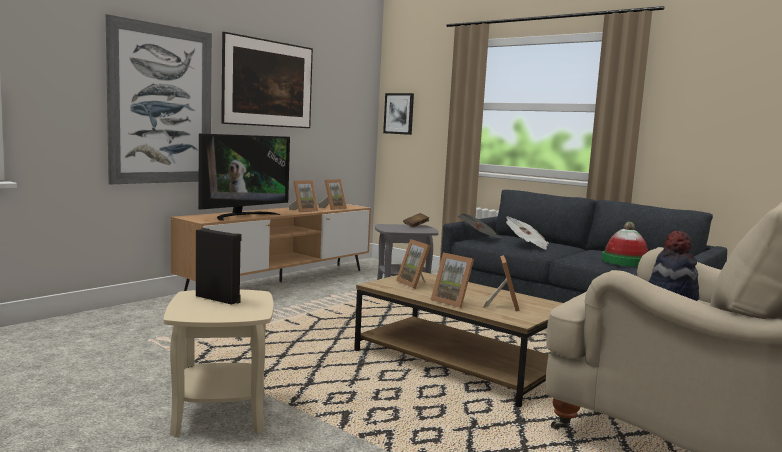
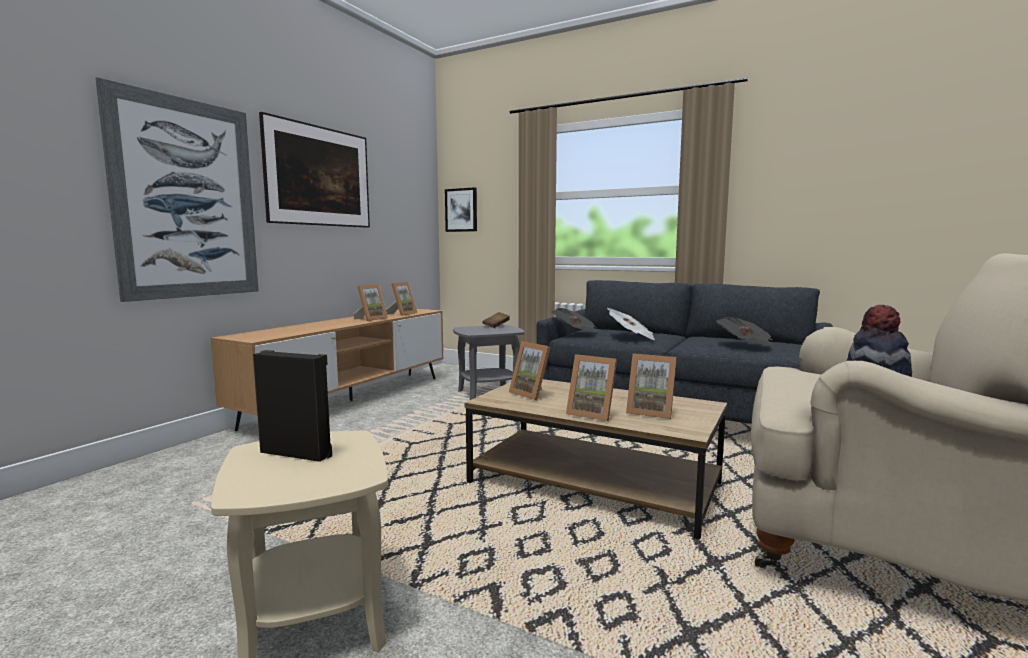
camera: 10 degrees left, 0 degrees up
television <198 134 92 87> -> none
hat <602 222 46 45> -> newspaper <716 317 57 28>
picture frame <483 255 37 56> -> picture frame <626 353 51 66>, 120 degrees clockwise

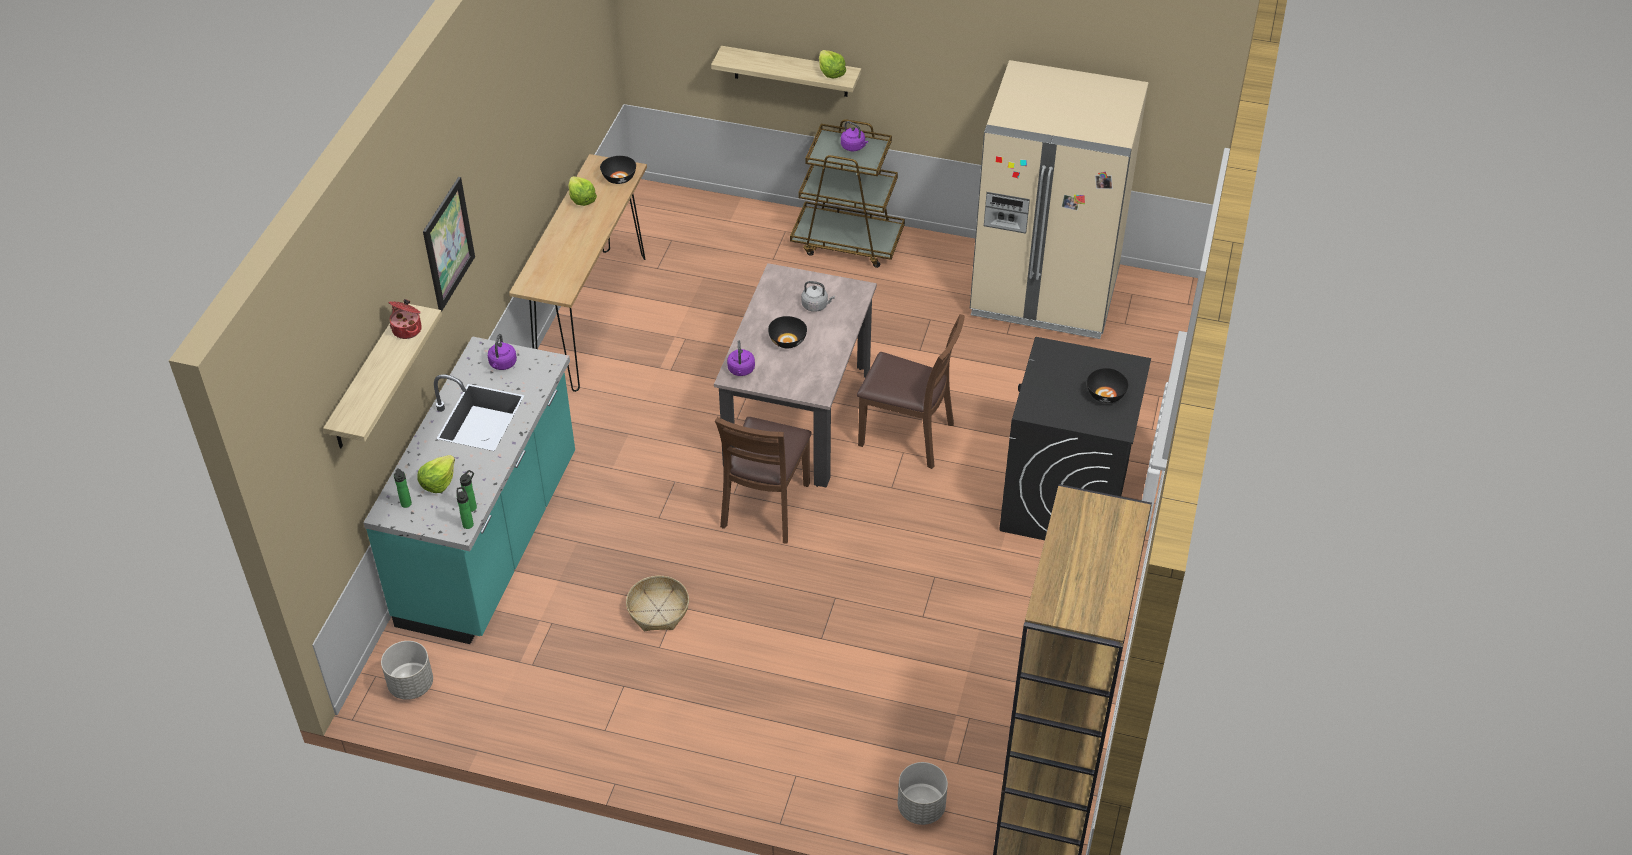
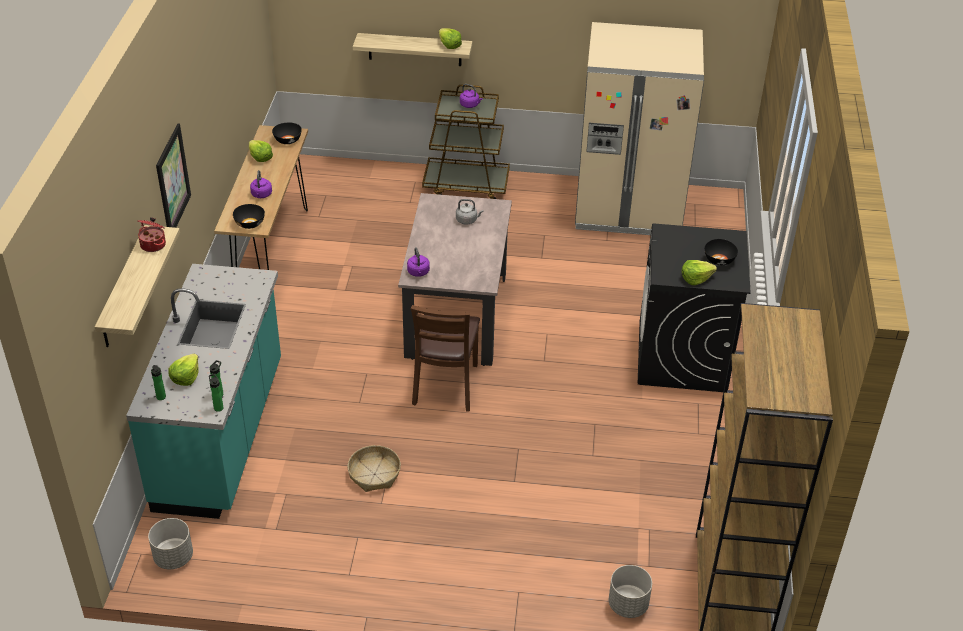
camera: 10 degrees left, 5 degrees down
chair (brown) <857 314 107 155> -> none
none -> lettuce <682 260 35 25>
kettle (purple) <488 334 29 36> -> kettle (purple) <250 170 22 28>, move
bowl (black) <768 316 39 32> -> bowl (black) <233 204 32 25>, move

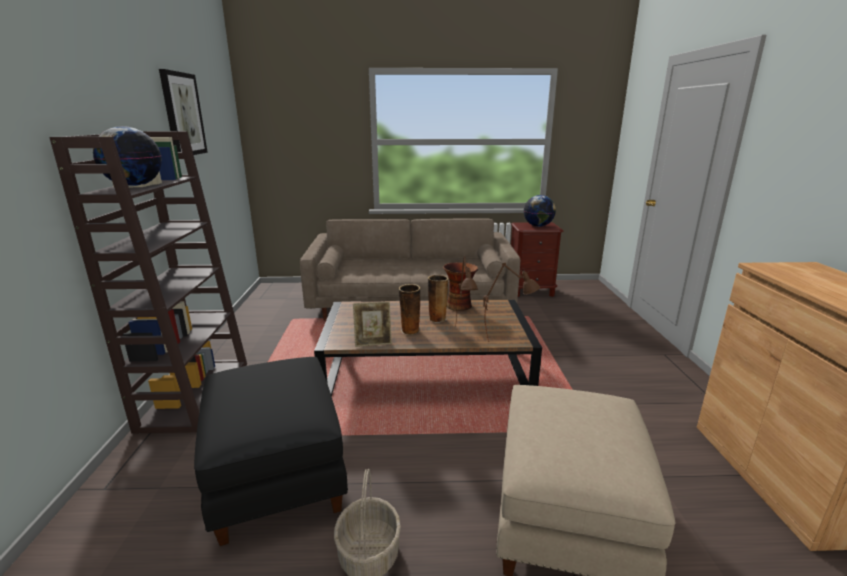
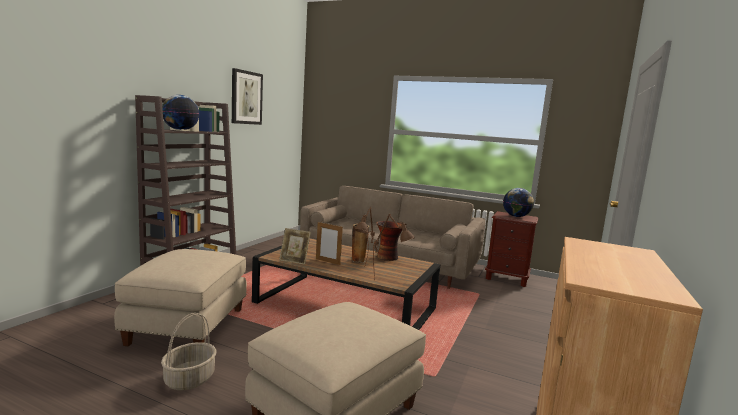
camera: 25 degrees right, 10 degrees down
vase <399 284 21 51> -> picture frame <316 222 27 43>
ottoman (black) <194 357 154 189> -> ottoman (beige) <114 249 133 97>

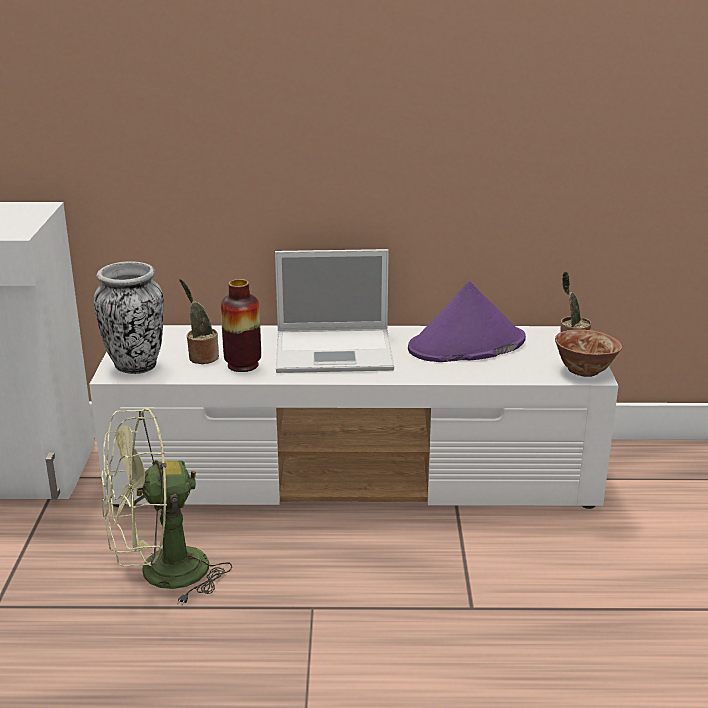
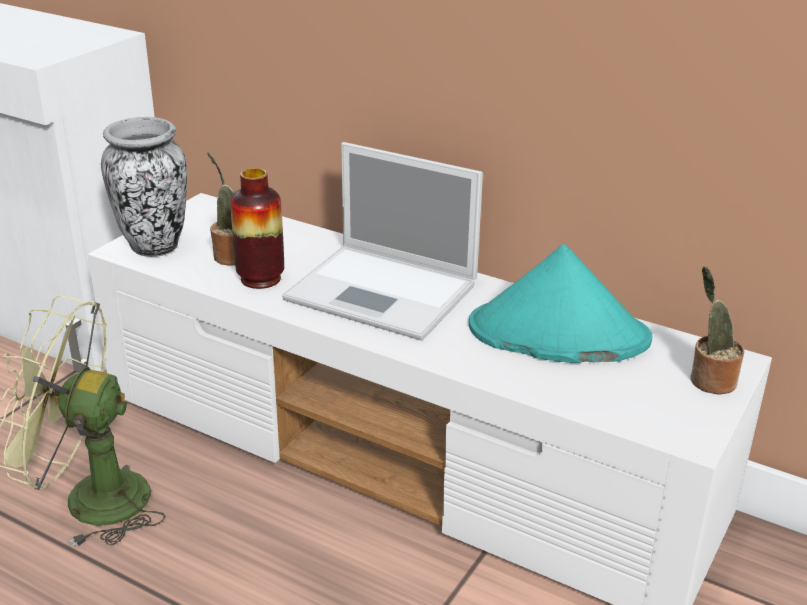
camera: 30 degrees right, 5 degrees up
bowl <555 329 67 48> -> none
hat (purple) <408 281 118 81> -> hat (turquoise) <469 244 184 119>

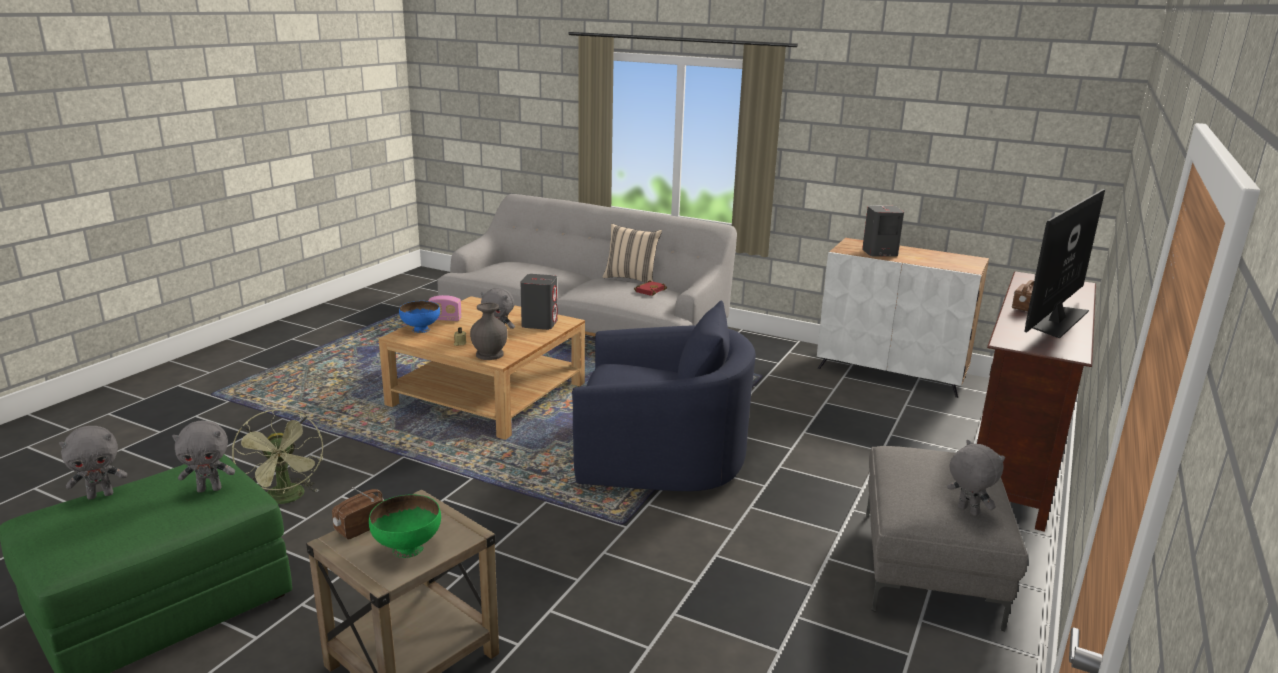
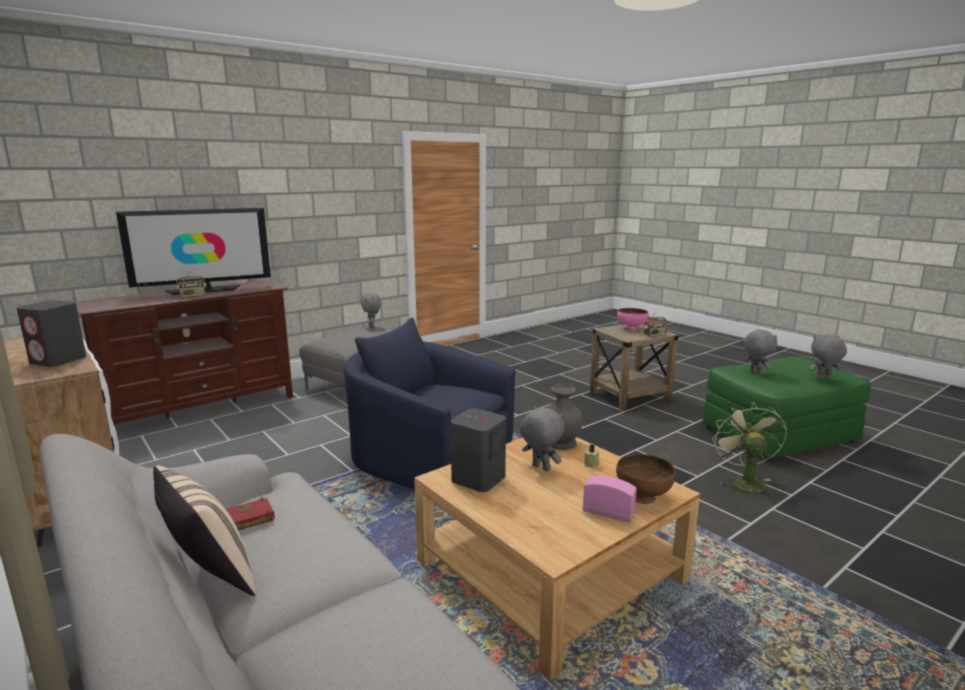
camera: 155 degrees left, 5 degrees down
bowl (green) <369 494 72 64> -> bowl (pink) <617 308 32 23>
bowl (blue) <399 301 41 32> -> bowl (brown) <616 454 59 50>
plush toy (grey) <172 421 63 72> -> plush toy (grey) <744 329 33 46>, 60 degrees clockwise

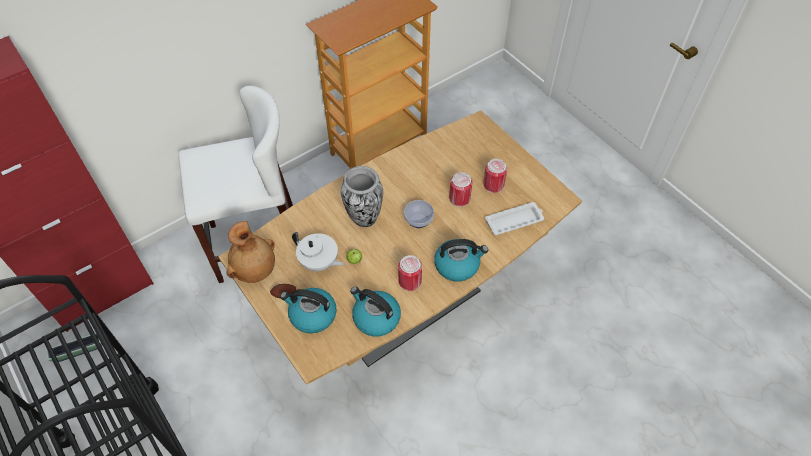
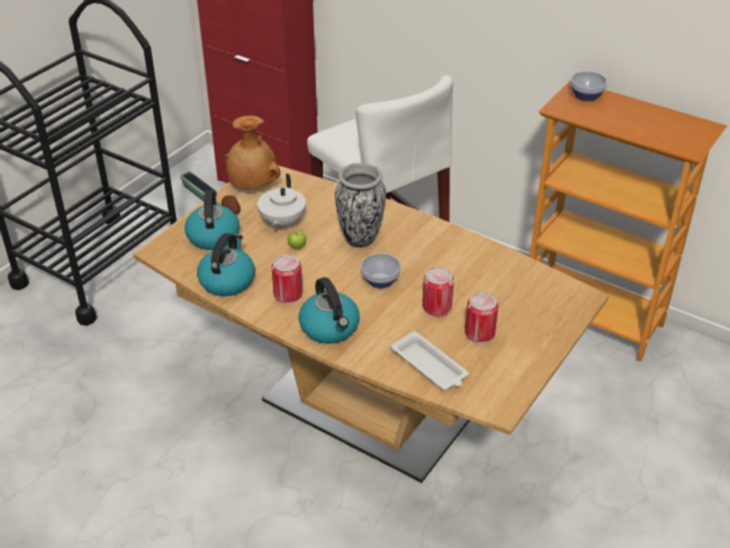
camera: 70 degrees right, 15 degrees down
none -> bowl <570 71 37 30>

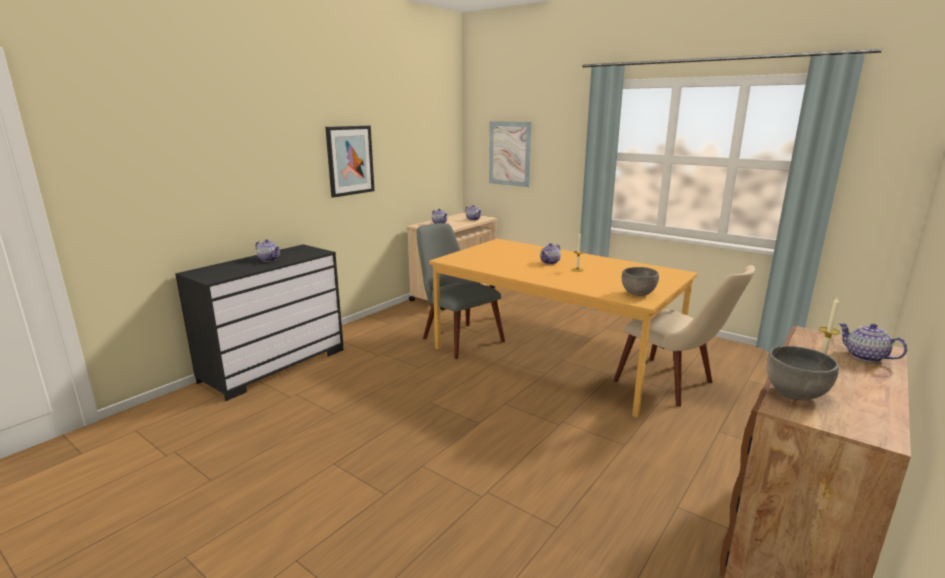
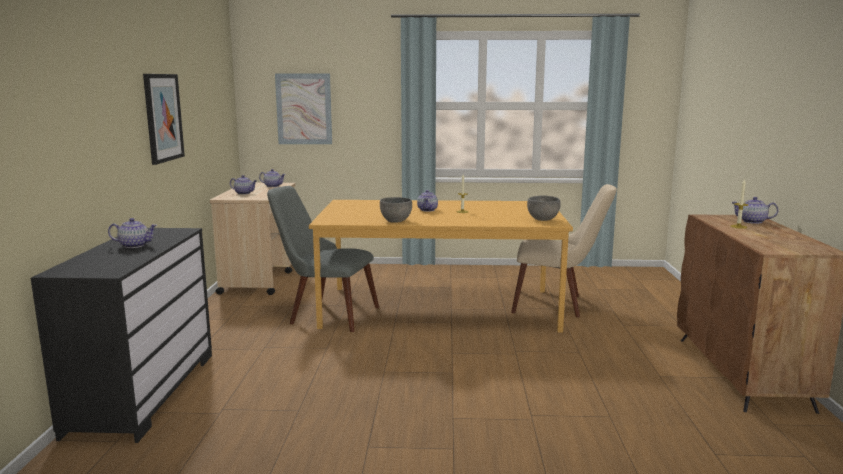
camera: 35 degrees left, 5 degrees down
bowl (grey) <767 346 72 54> -> bowl (grey) <380 197 32 26>, move

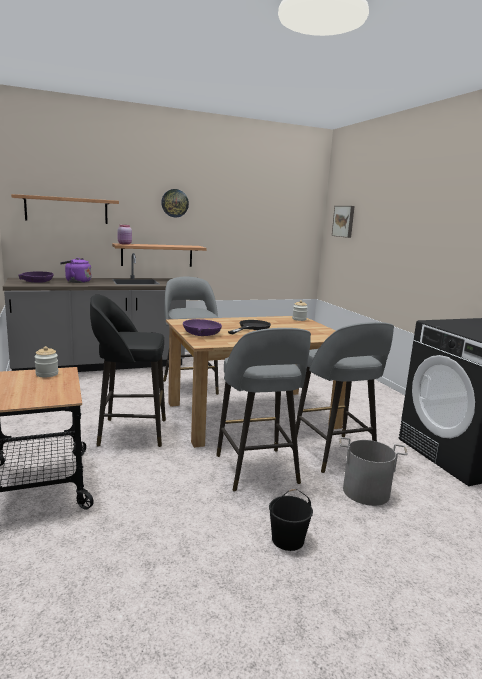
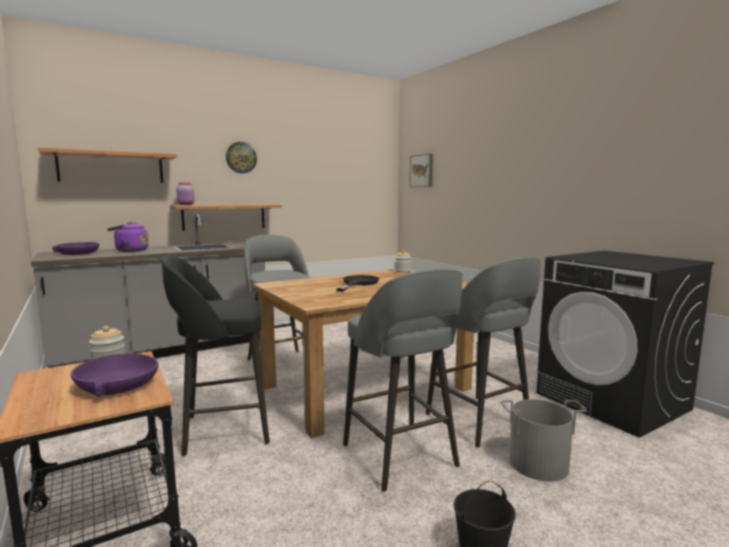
camera: 10 degrees left, 5 degrees down
bowl (purple) <183 319 39 17> -> bowl (purple) <71 353 87 44>, move

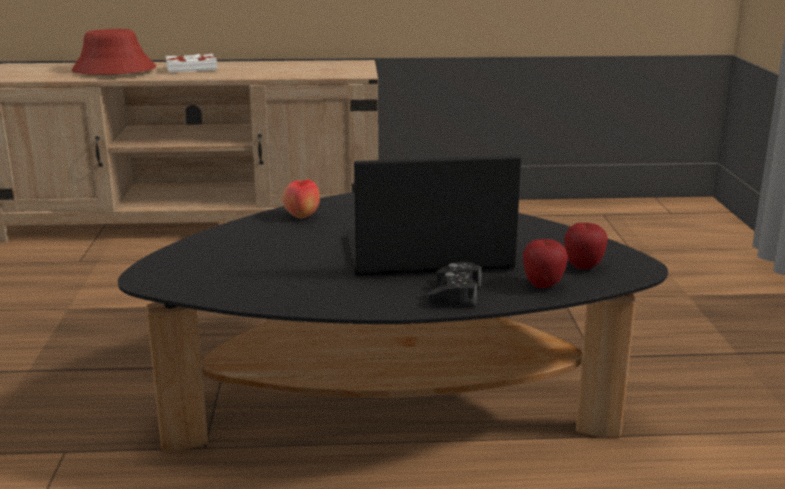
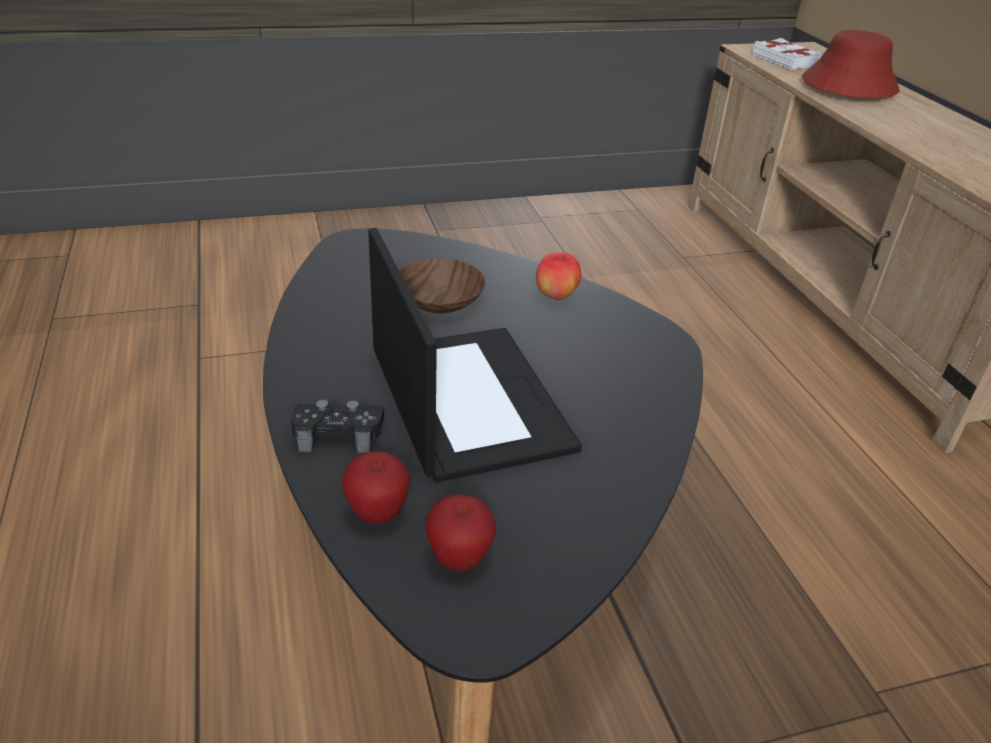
camera: 75 degrees right, 15 degrees up
none -> bowl (brown) <400 258 86 55>
book (white) <166 54 51 19> -> book (white) <753 38 68 32>, move

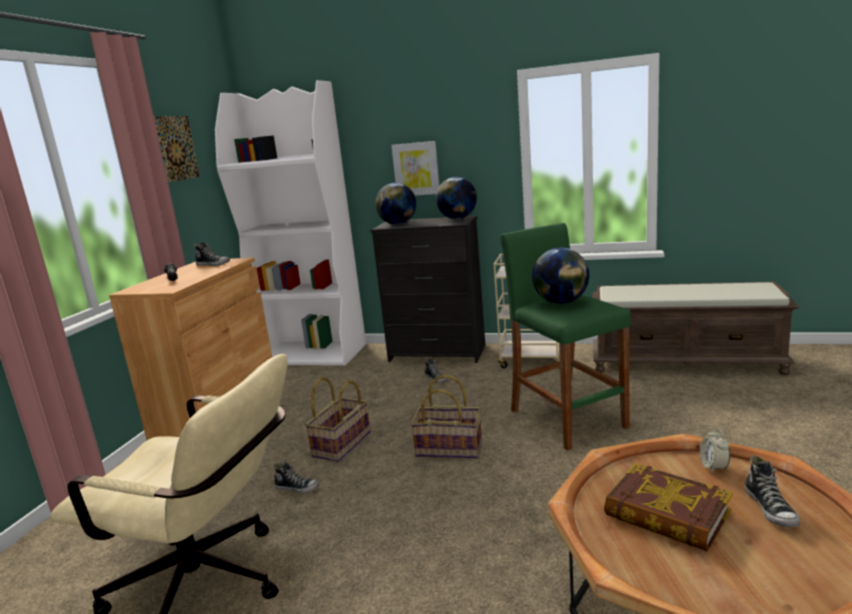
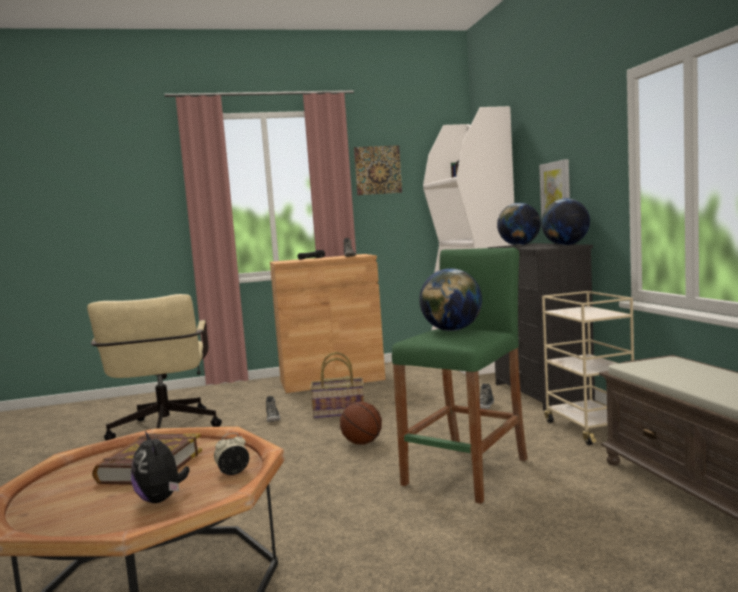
camera: 60 degrees right, 10 degrees down
basket <410 375 72 83> -> basketball <340 402 42 43>
shoe <745 455 55 72> -> plush toy <131 431 59 72>

